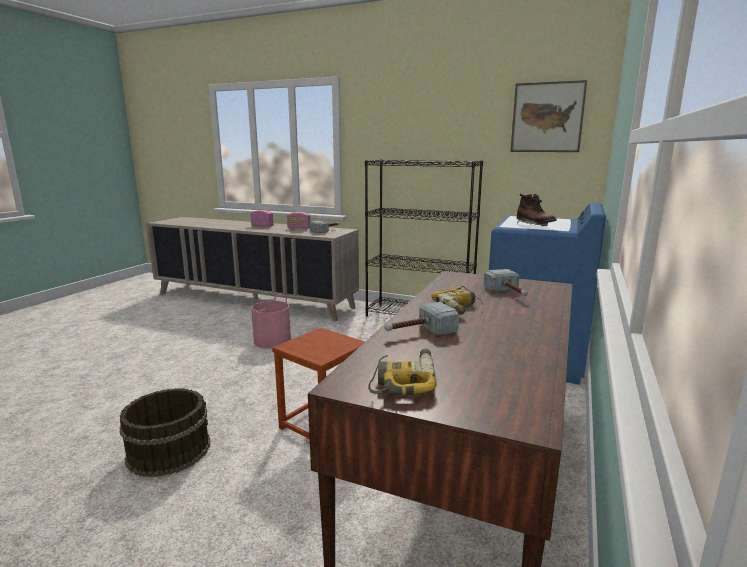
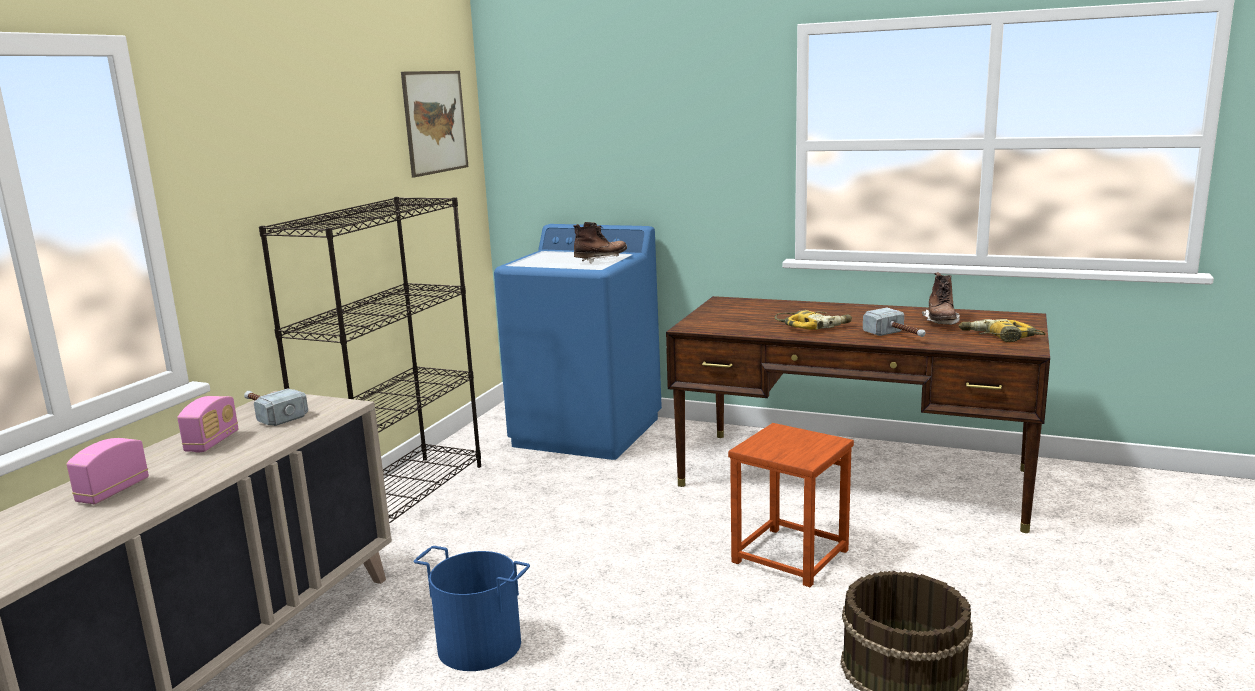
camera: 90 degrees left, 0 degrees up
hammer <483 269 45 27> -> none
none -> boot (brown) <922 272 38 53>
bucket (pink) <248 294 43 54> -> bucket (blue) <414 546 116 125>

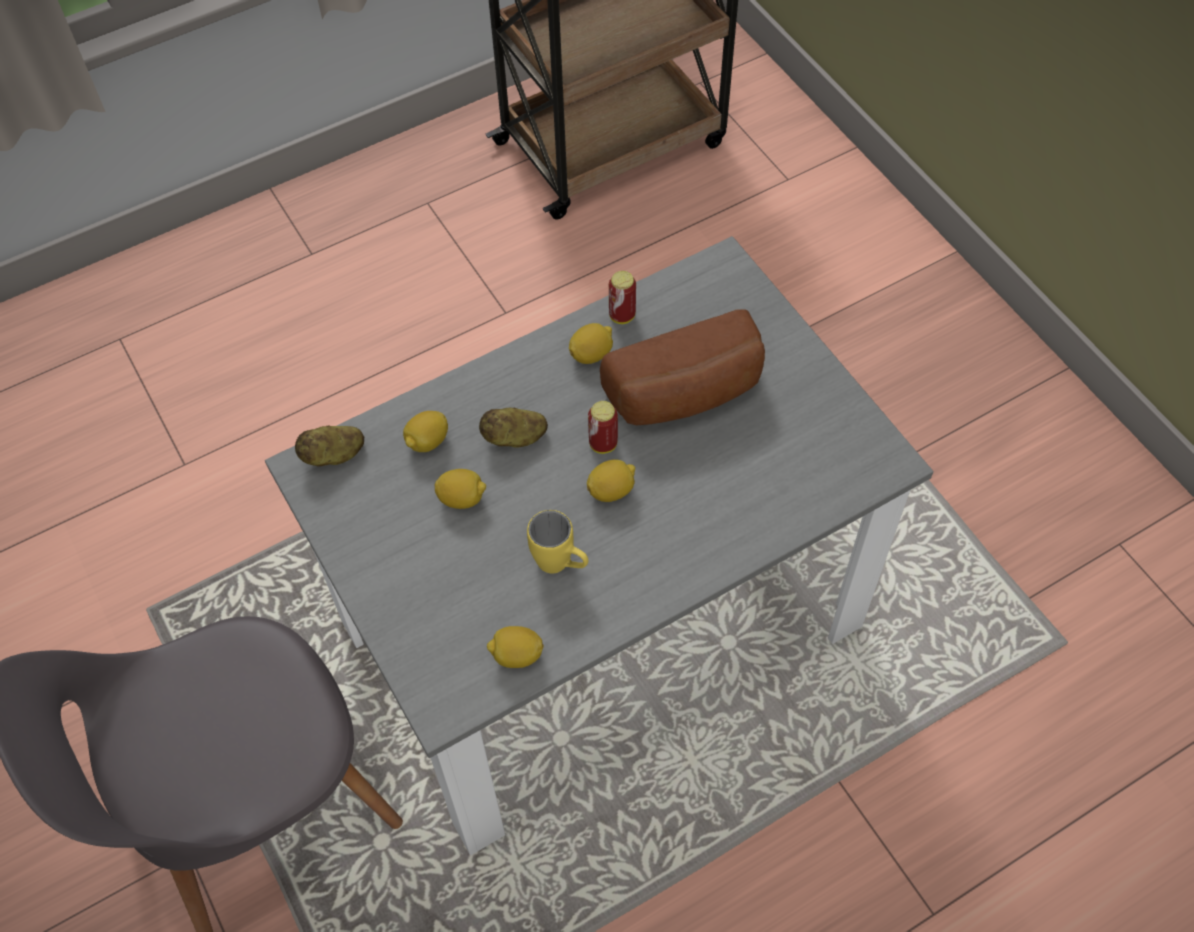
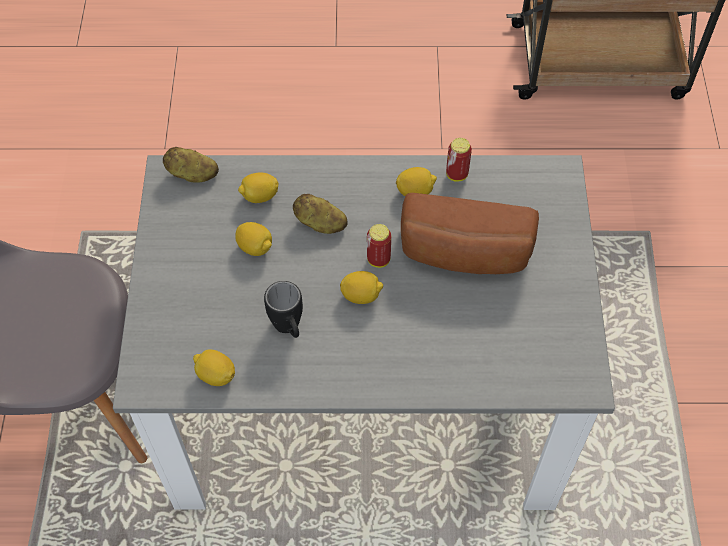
camera: 30 degrees right, 0 degrees up
mug (yellow) <527 510 62 63> -> mug (black) <264 281 39 57>

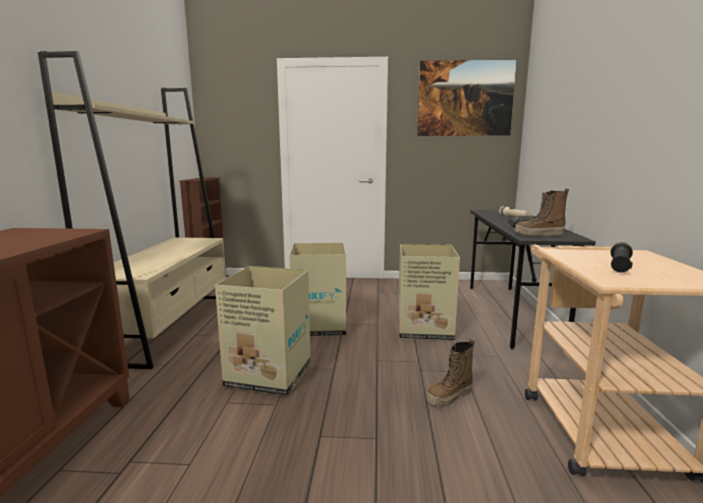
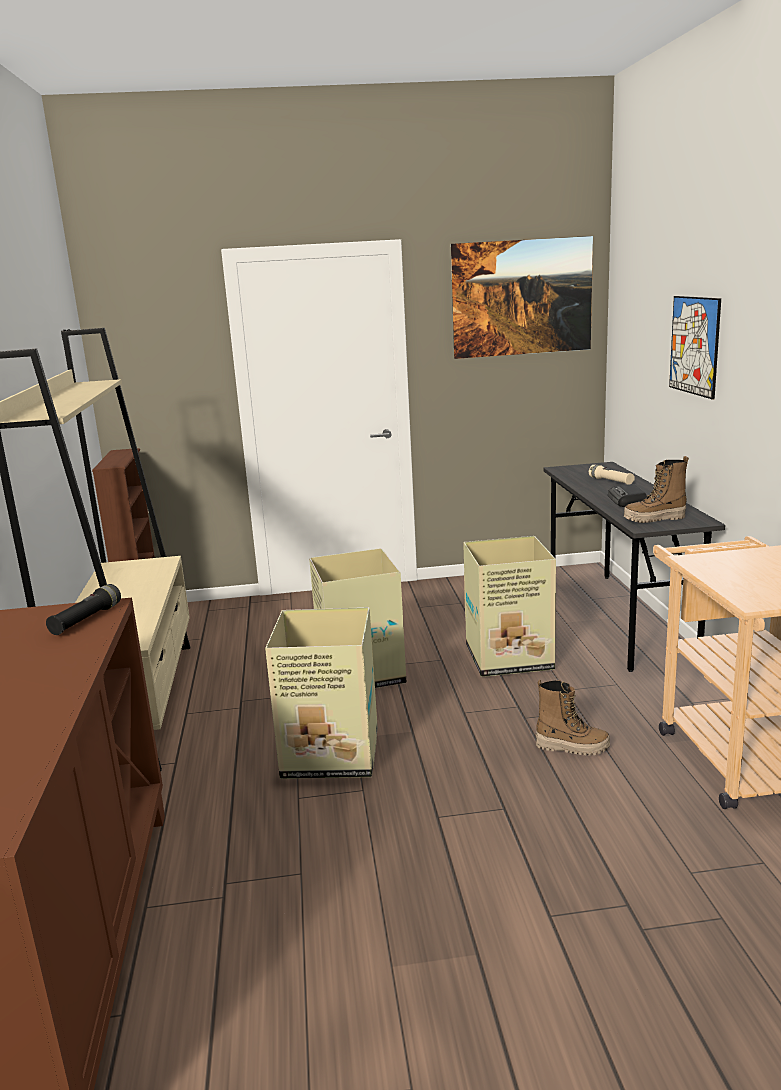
camera: 10 degrees left, 5 degrees up
none -> picture <669 296 52 103>
flashlight (black) <611 242 22 31> -> flashlight (black) <46 584 75 51>, move
boot <427 339 48 68> -> boot <536 680 74 76>, 120 degrees counterclockwise

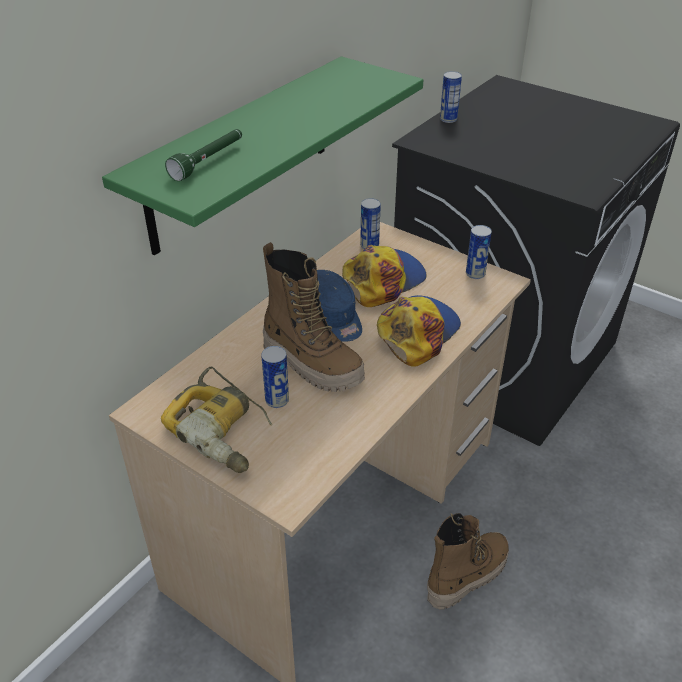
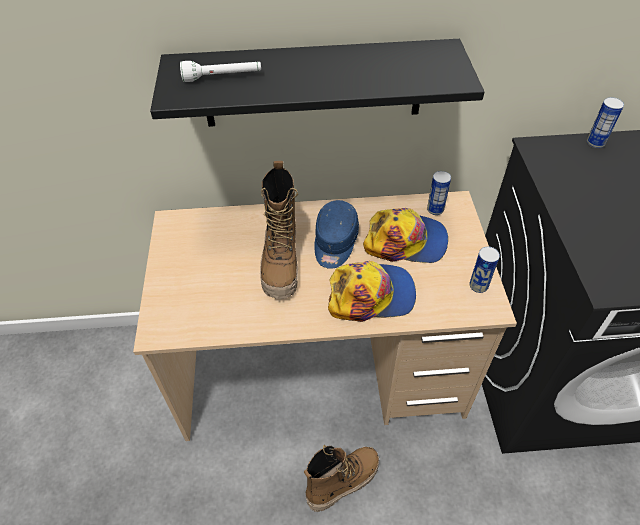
camera: 50 degrees right, 10 degrees up
power drill <161 366 112 107> -> none
can <261 346 28 62> -> none
shelf (green) <102 57 321 199> -> shelf (black) <150 39 334 88>
flashlight (green) <165 129 77 52> -> flashlight (white) <180 61 81 21>
boot <427 513 82 97> -> boot <304 445 75 67>, 45 degrees counterclockwise

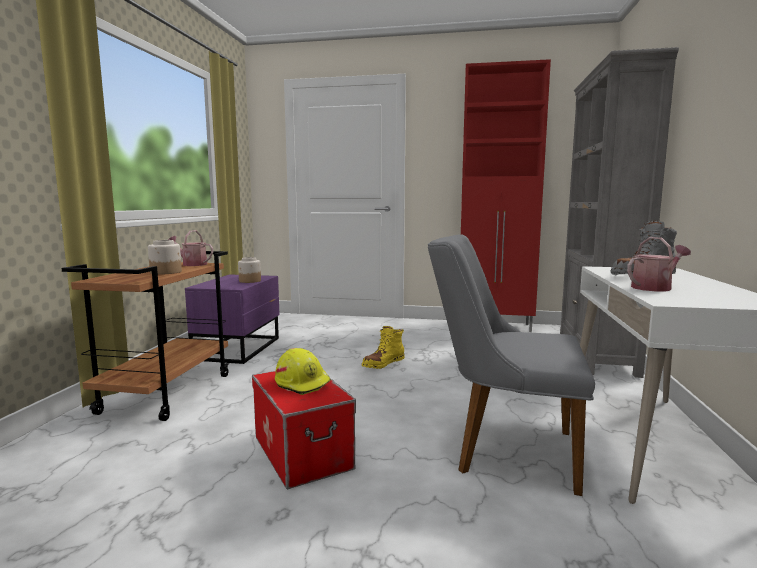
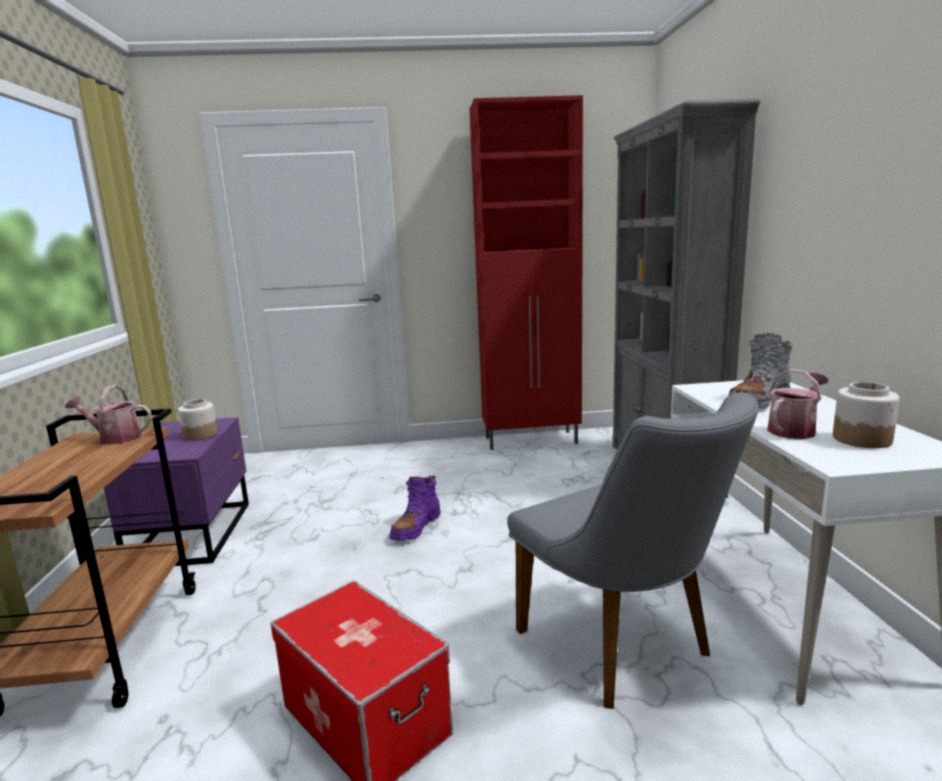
camera: 15 degrees left, 5 degrees up
hard hat (yellow) <275 348 56 47> -> none
jar <148 240 34 35> -> jar <833 382 67 66>, move
boot (yellow) <361 326 44 43> -> boot (purple) <389 475 52 66>
chair (grey) <428 234 167 262> -> chair (grey) <507 392 252 317>, 120 degrees counterclockwise

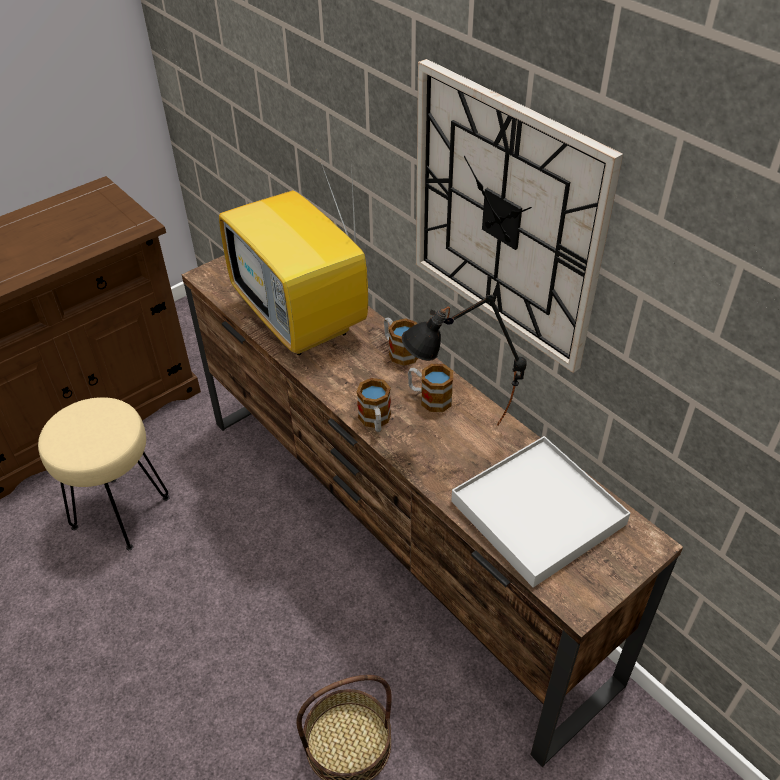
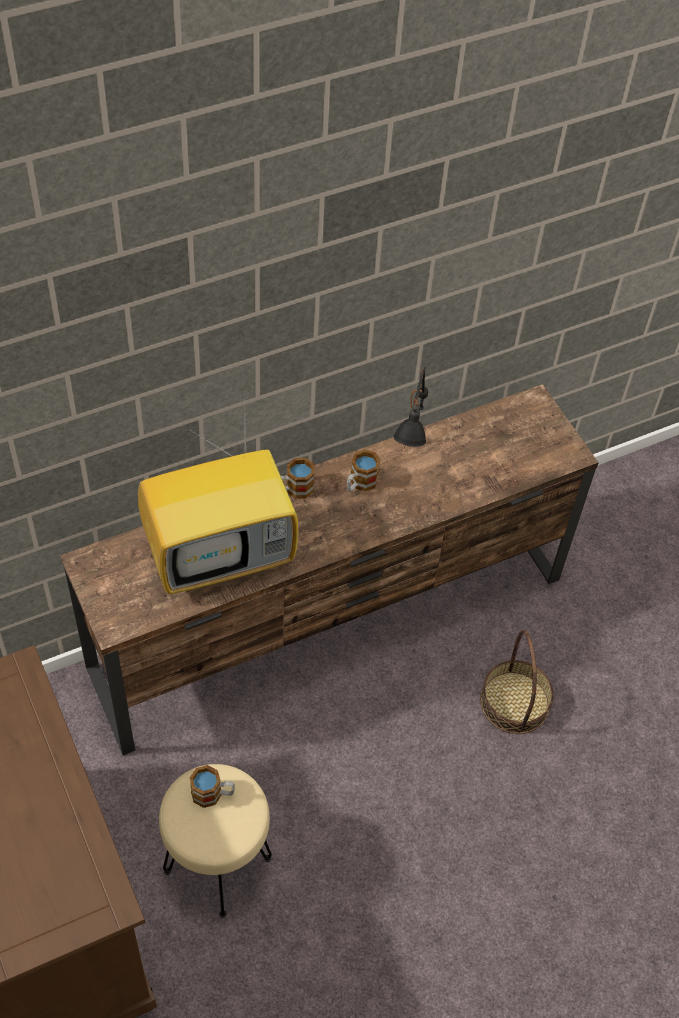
camera: 80 degrees left, 10 degrees up
wall clock <416 59 207 314> -> none
tray (white) <451 436 179 152> -> none
mug <357 378 34 54> -> mug <190 765 45 43>, move

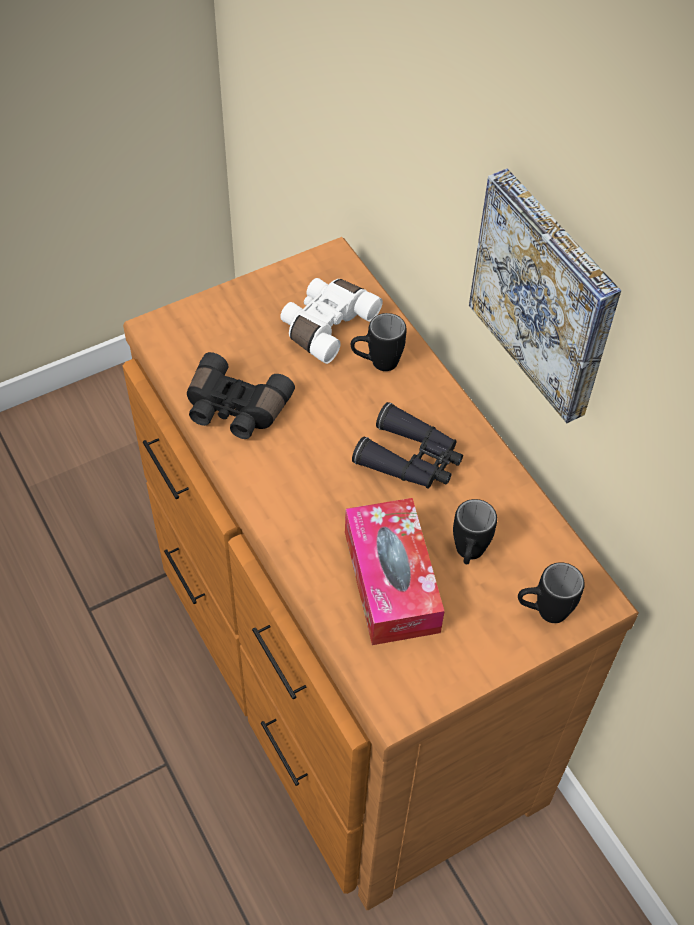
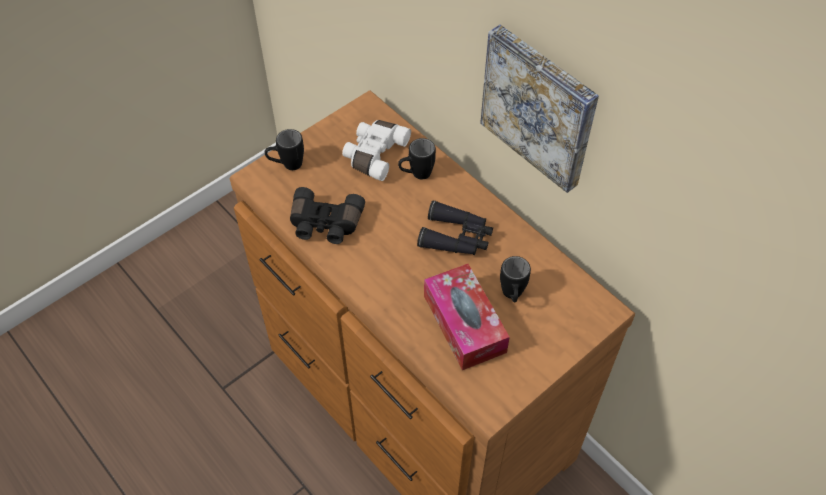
camera: 10 degrees left, 0 degrees up
mug (black) <518 562 67 61> -> mug (black) <264 129 40 41>, move

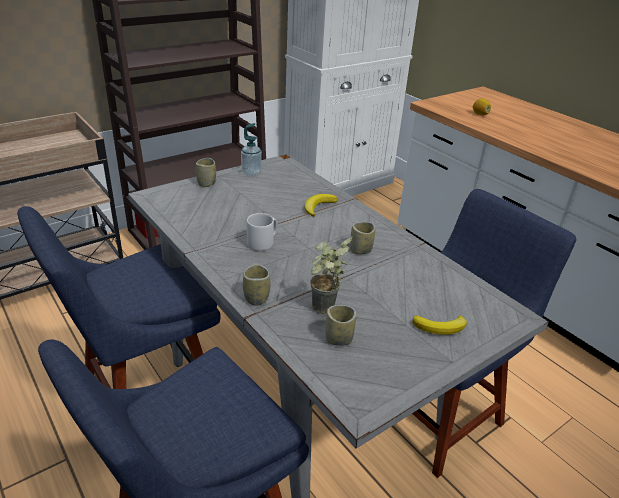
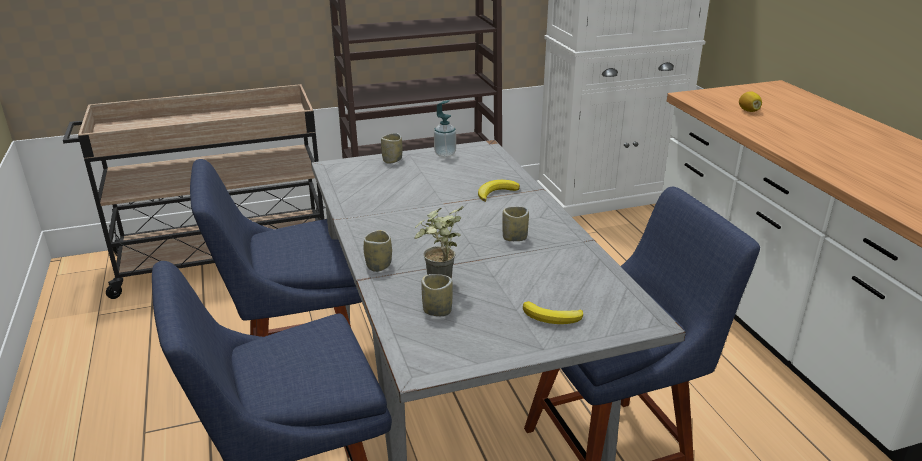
camera: 20 degrees right, 5 degrees down
mug (grey) <247 213 30 38> -> none

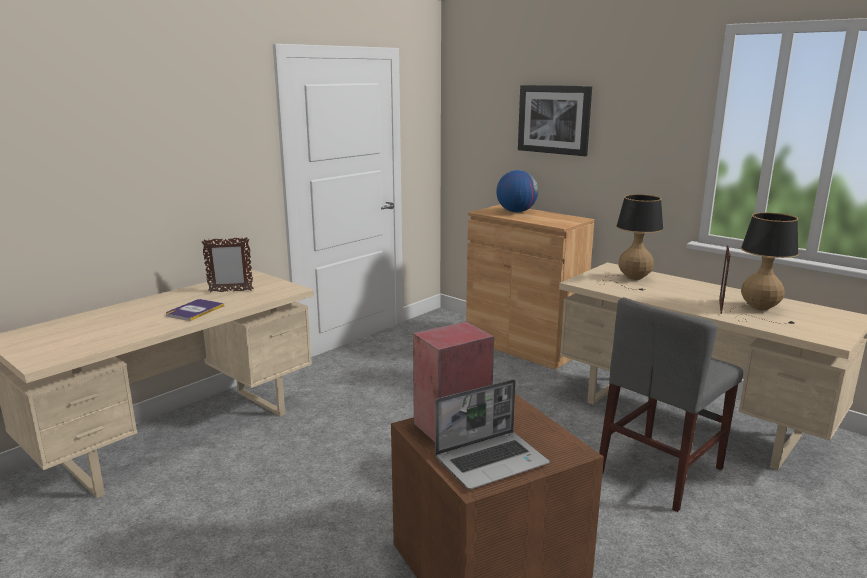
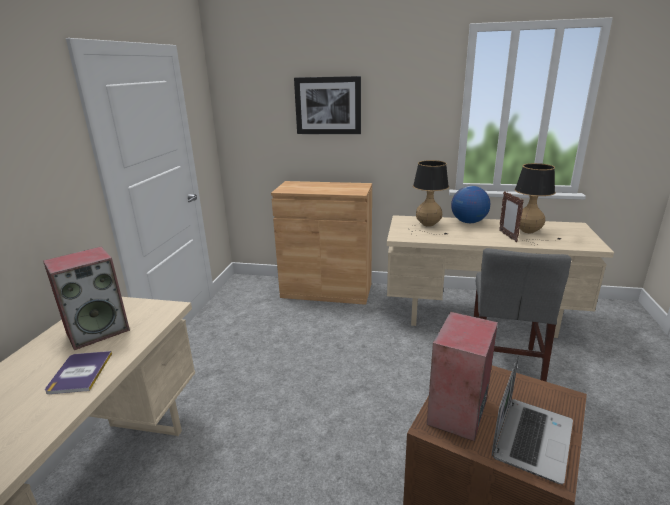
camera: 30 degrees left, 5 degrees up
globe <496 170 42 42> -> globe <451 186 39 37>, move
picture frame <202 237 51 56> -> speaker <43 247 87 103>

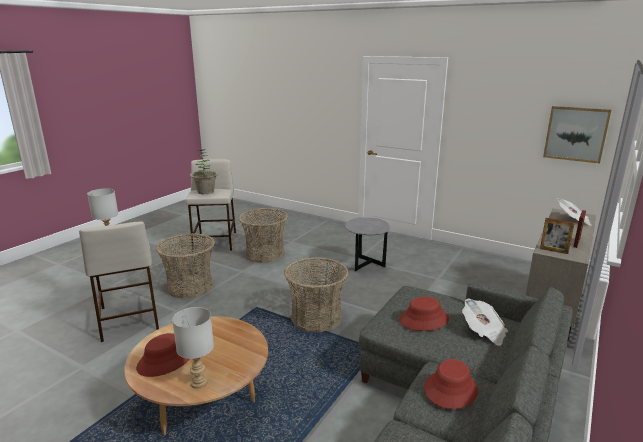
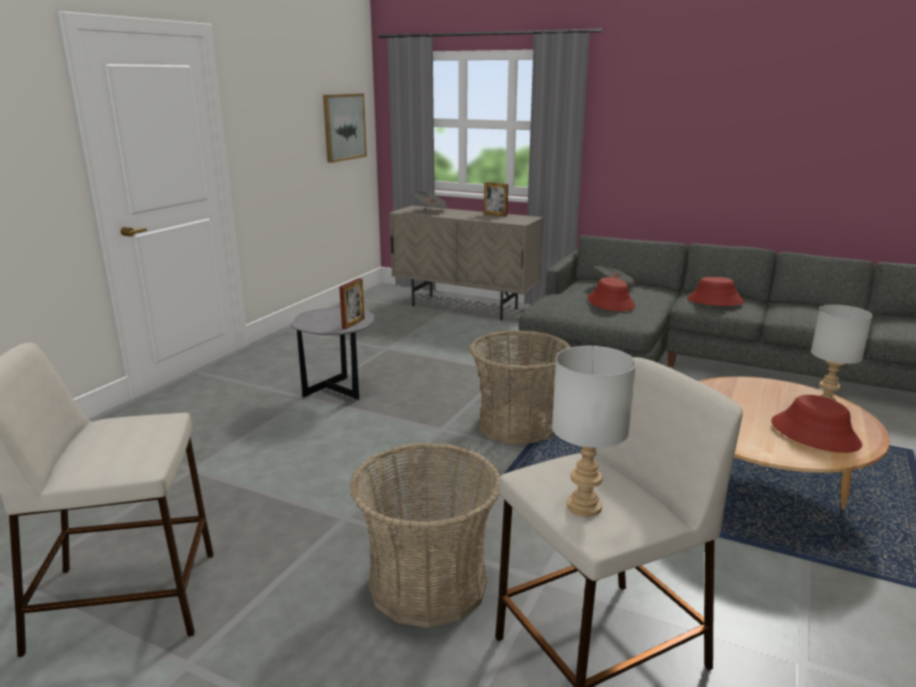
camera: 95 degrees left, 0 degrees up
potted plant <190 149 29 45> -> none
basket <239 208 49 55> -> none
picture frame <540 218 35 36> -> picture frame <339 278 26 51>, move

